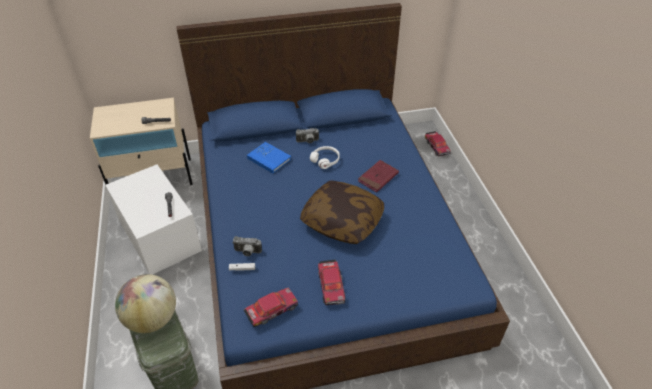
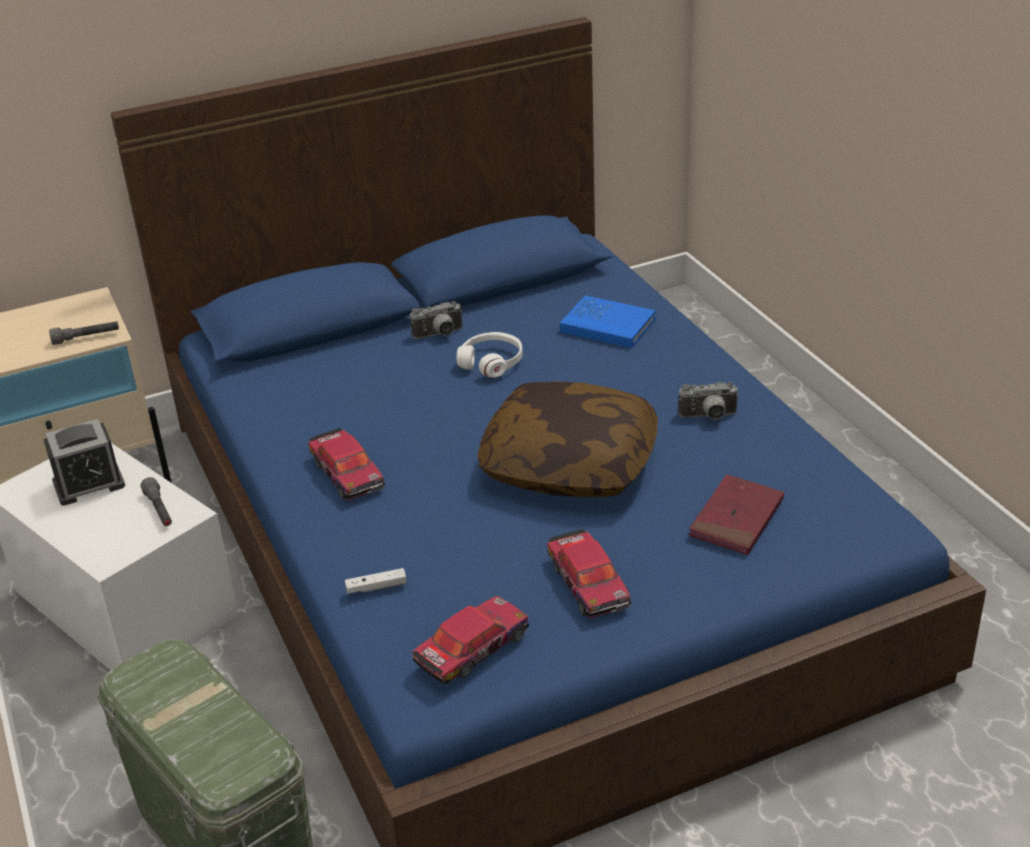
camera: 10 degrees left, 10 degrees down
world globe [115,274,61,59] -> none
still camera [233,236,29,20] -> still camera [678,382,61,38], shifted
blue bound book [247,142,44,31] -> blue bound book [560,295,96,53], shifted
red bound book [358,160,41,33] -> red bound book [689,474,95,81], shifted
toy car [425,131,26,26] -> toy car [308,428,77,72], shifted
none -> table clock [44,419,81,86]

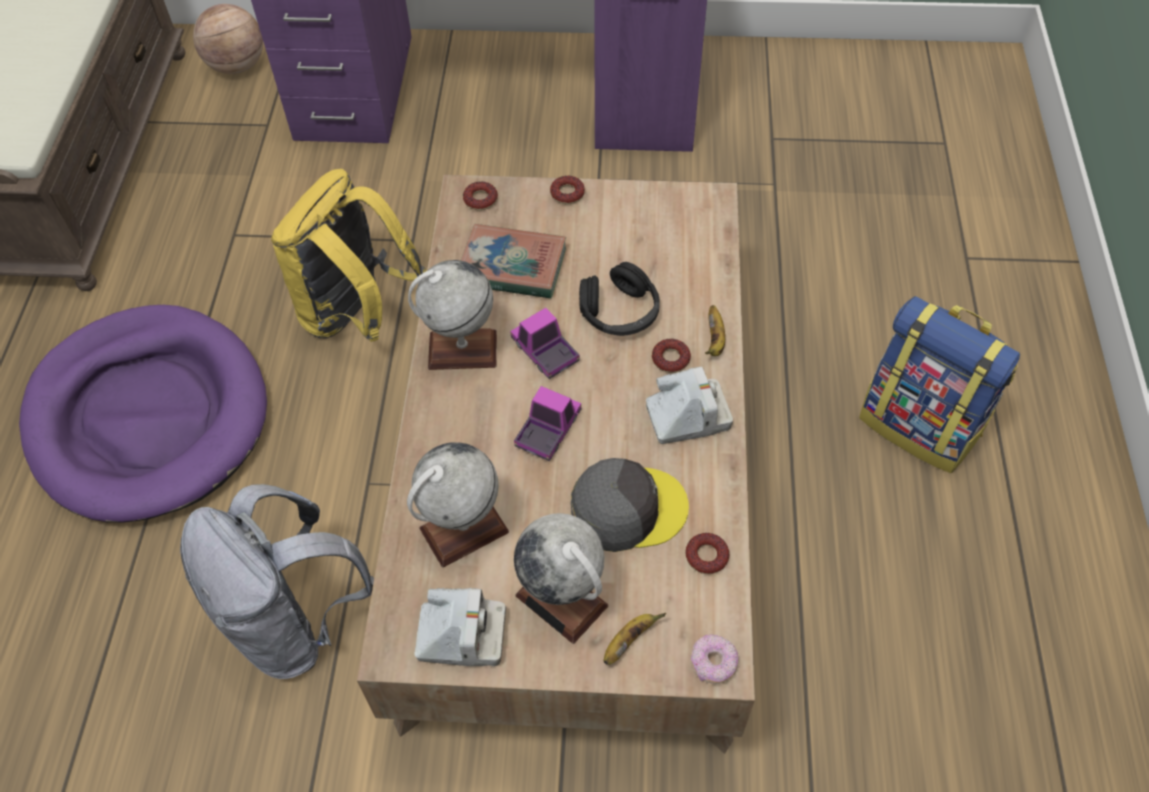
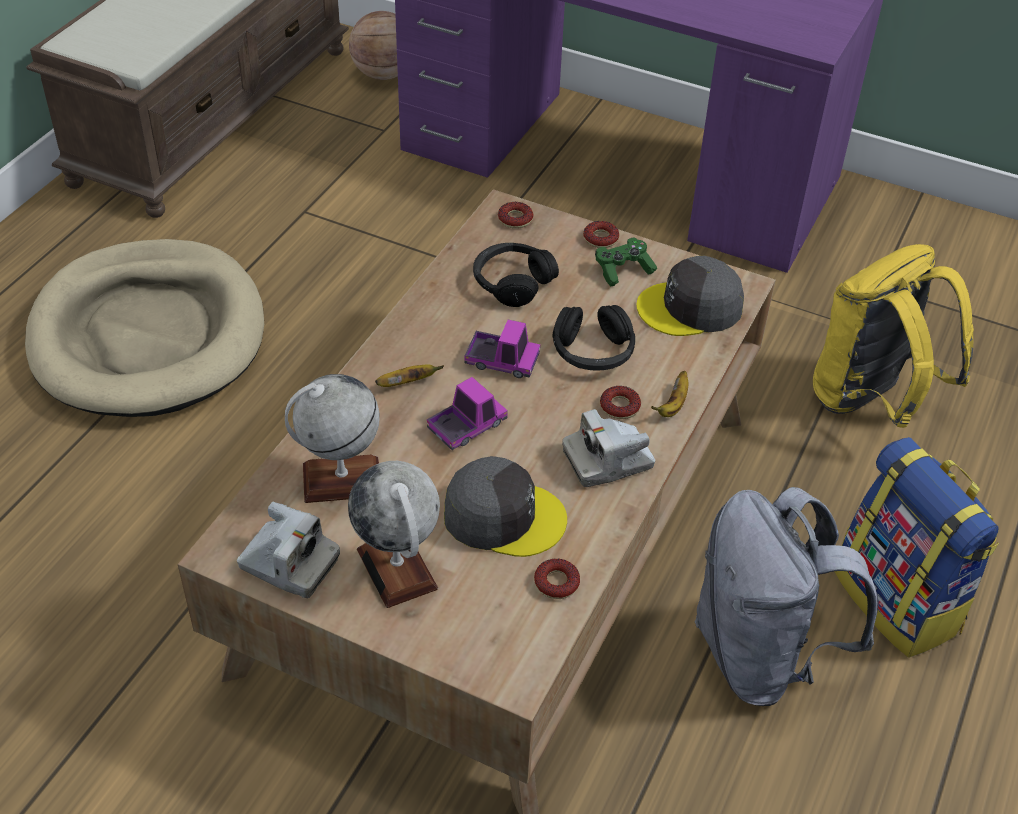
camera: 20 degrees right, 10 degrees down
purple-coloured dog bed [19,305,248,218] -> beige dog bed [25,239,239,178]
grey knapsack [180,484,194,195] -> grey knapsack [695,487,183,219], shifted
yellowish knapsack [271,169,156,173] -> yellowish knapsack [813,244,161,184], shifted
world globe [408,260,89,110] -> none
bound book [461,224,105,75] -> black-coloured headphones [473,243,86,64]
toy truck [510,308,70,71] -> toy truck [465,320,75,58], 120 degrees clockwise
banana fruit [604,613,62,52] -> banana fruit [375,364,69,23], shifted
still camera [646,367,87,77] -> still camera [562,409,94,78], 150 degrees clockwise
doughnut [690,634,48,50] -> none
none -> green joypad [595,237,62,50]
none -> grey peaked cap [636,256,108,80]

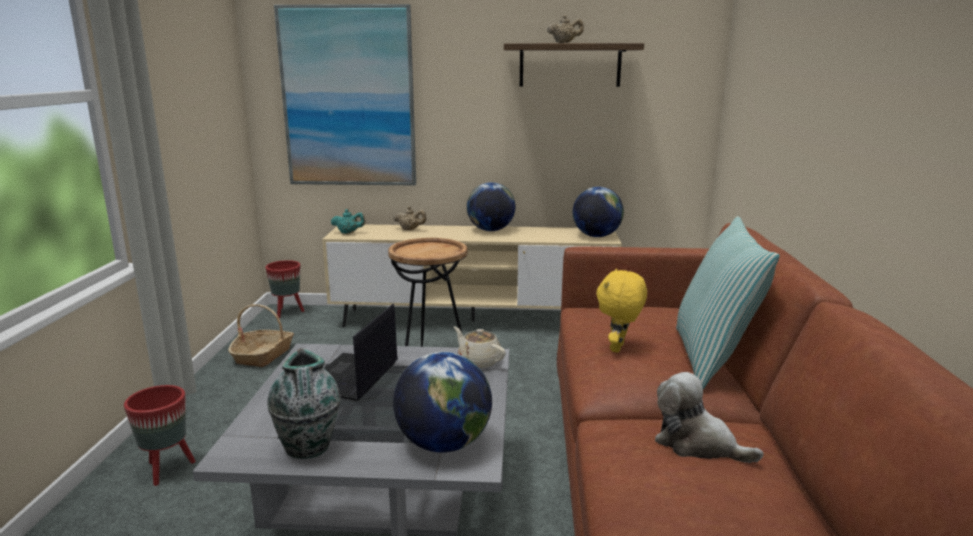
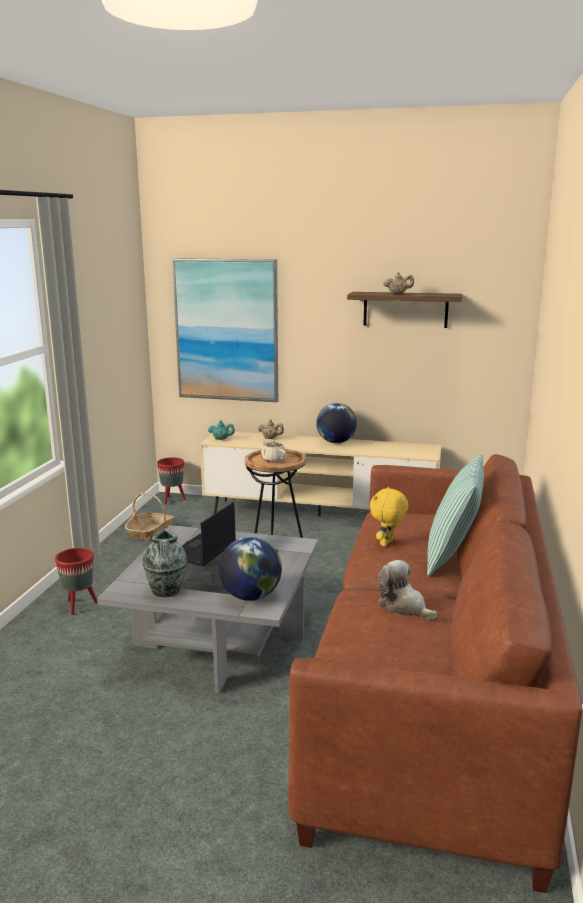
camera: 10 degrees right, 0 degrees up
beige pot for tea [453,327,53,41] -> beige pot for tea [261,440,26,23], shifted
world globe [573,187,51,50] -> none

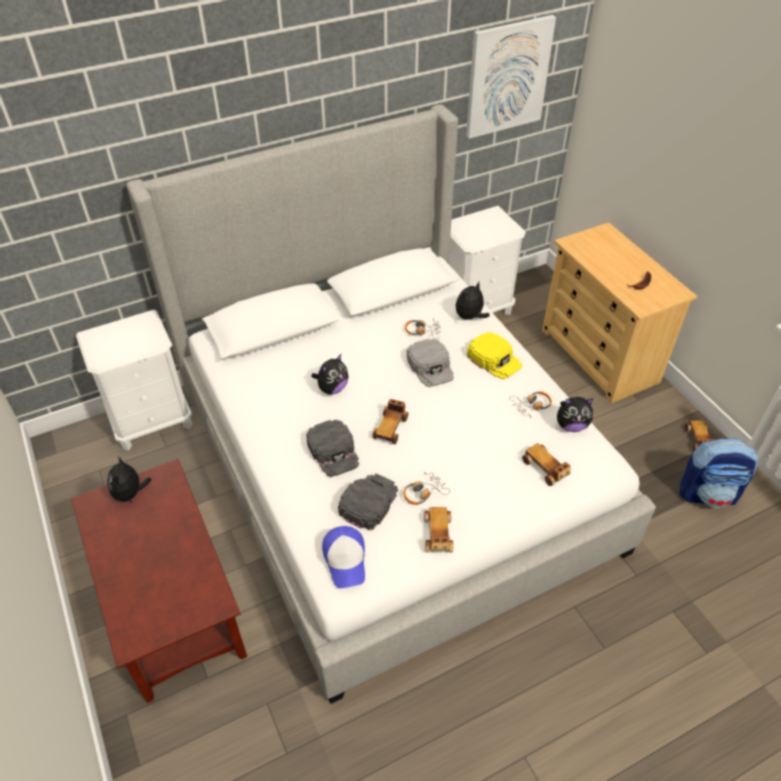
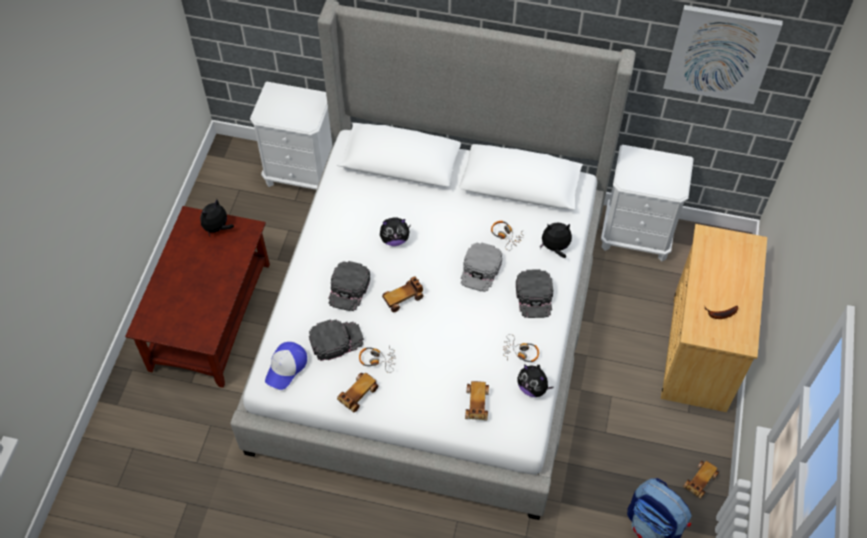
camera: 40 degrees right, 10 degrees up
yellowish peaked cap [467,332,55,47] -> black-coloured peaked cap [516,269,37,49]

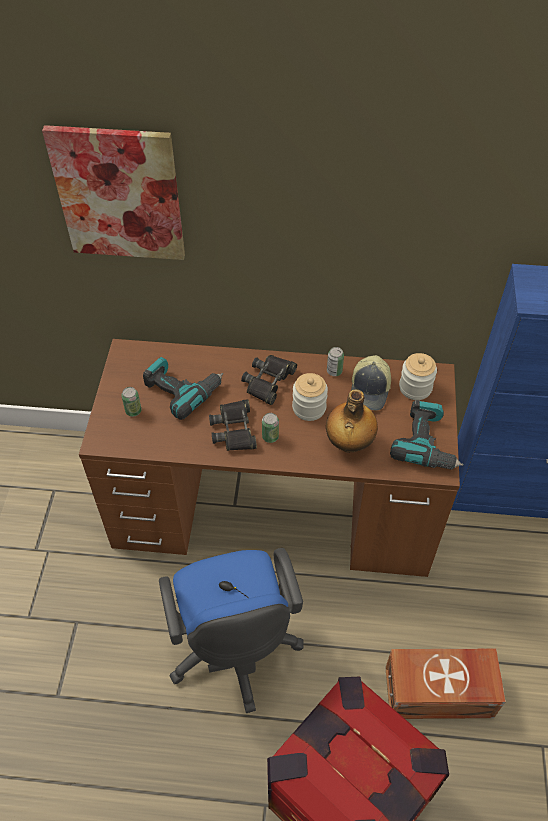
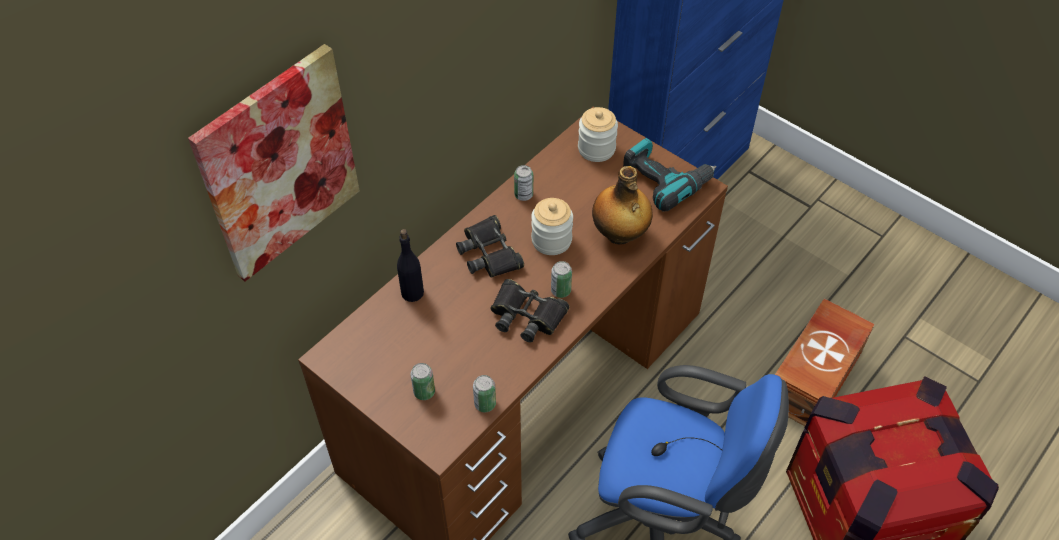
camera: 55 degrees left, 0 degrees up
electric drill [143,357,80,63] -> none
peaked cap [351,355,40,55] -> none
none -> black-coloured bottle [397,229,27,73]
none -> sealed can [473,375,23,37]

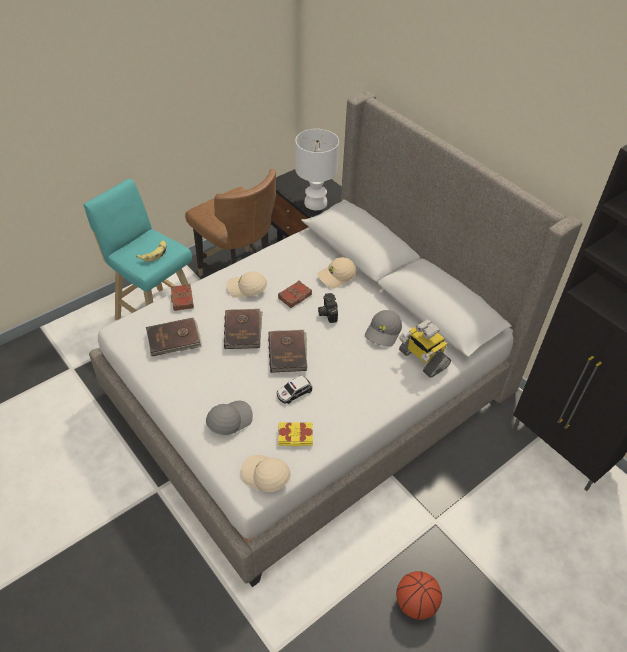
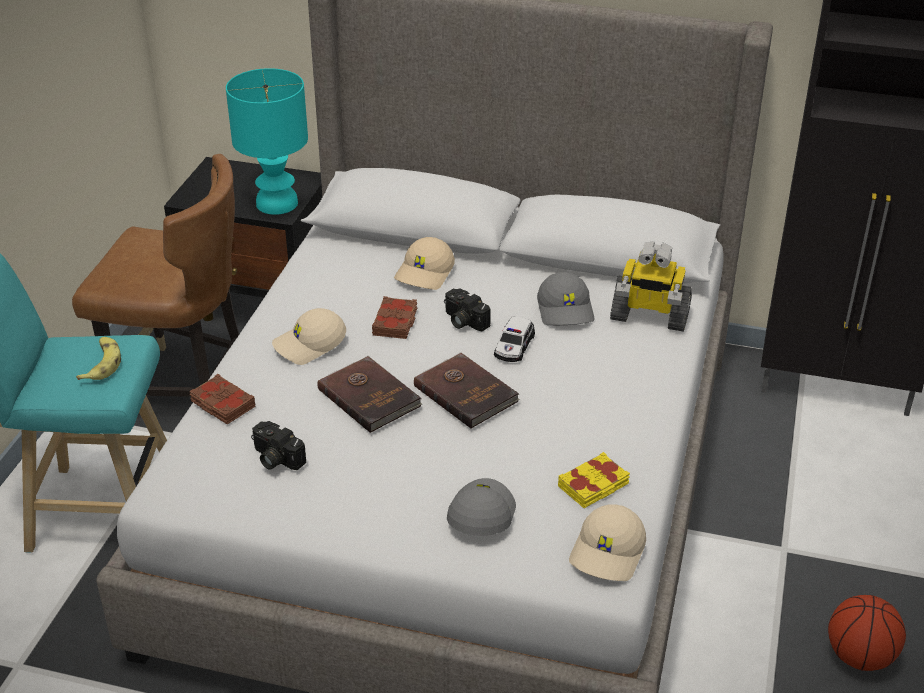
camera: 35 degrees left, 10 degrees down
brownish bound book [146,318,56,38] -> still camera [251,421,55,49]
beige peaked cap [241,455,50,37] -> beige peaked cap [569,504,77,77], 60 degrees counterclockwise
toy car [277,375,35,29] -> toy car [494,316,41,46], shifted
whitish tabletop lamp [295,129,44,81] -> blue-green tabletop lamp [226,68,82,147]

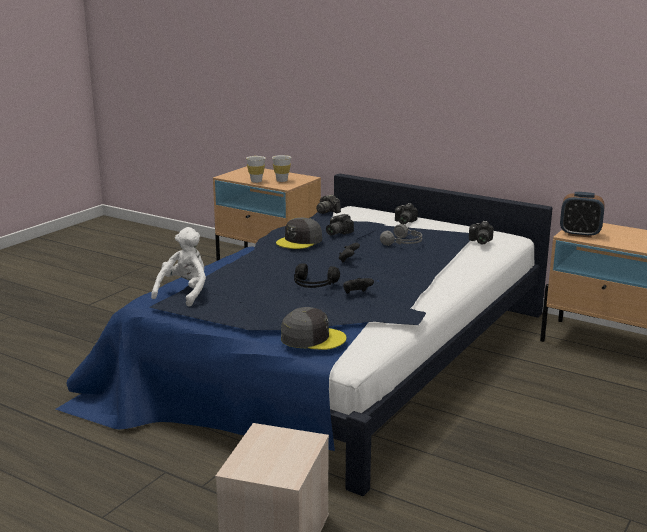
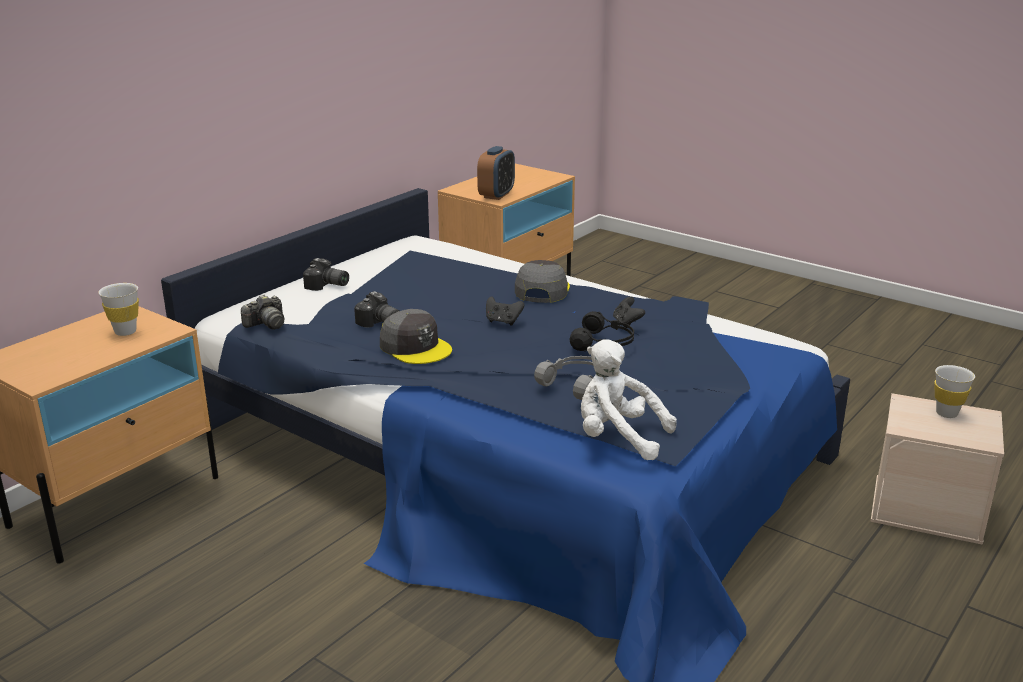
camera: 85 degrees left, 5 degrees up
whitish small cup [246,156,19,27] -> whitish small cup [934,365,41,53], shifted
grey peaked cap [281,307,66,43] -> grey peaked cap [515,260,55,43], shifted
grey headphones [380,224,42,22] -> grey headphones [534,356,60,44], shifted
still camera [469,221,25,24] -> none

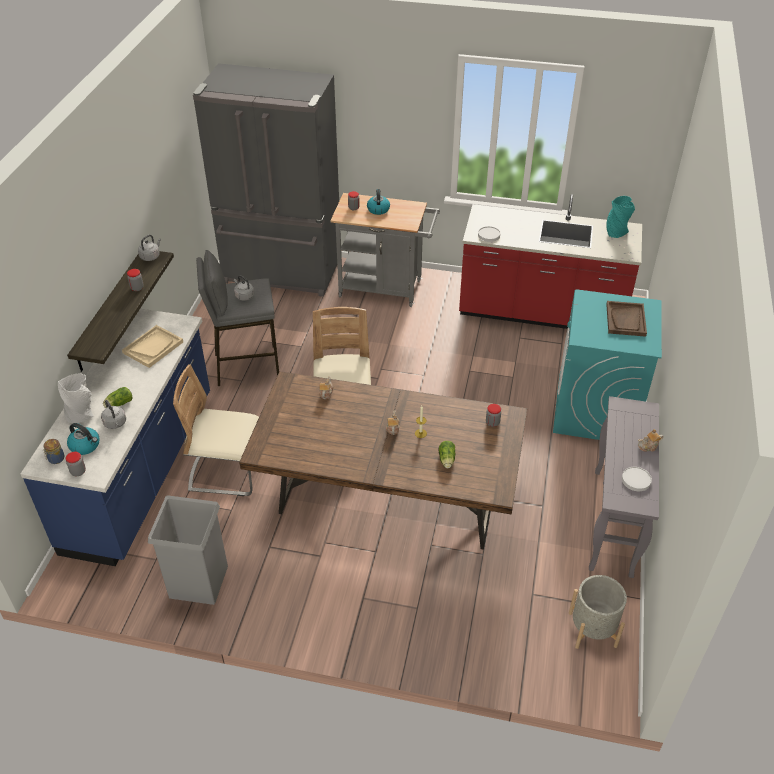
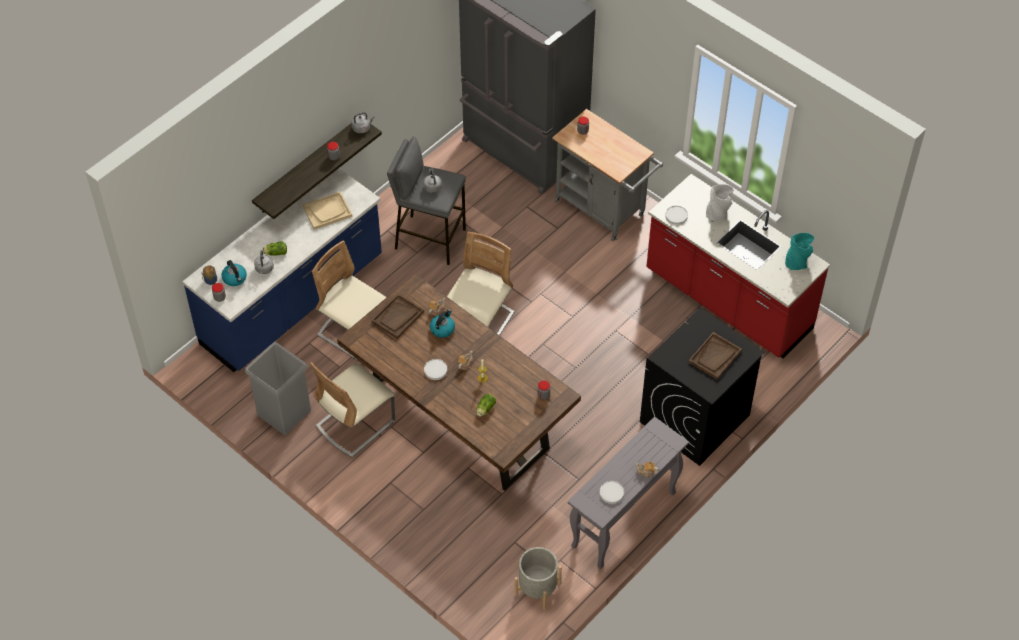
camera: 30 degrees right, 10 degrees up
grey vase [58,373,36,51] -> grey vase [706,184,28,37], shifted
kettle [367,189,23,26] -> kettle [430,309,25,29], shifted
blue-green laundry appliance [553,289,109,151] -> black-coloured laundry appliance [640,308,125,158]
none -> beige upright chair [310,362,85,95]
none -> brownish carrying tray [371,293,53,46]
none -> whitish dinner plate [424,359,23,21]

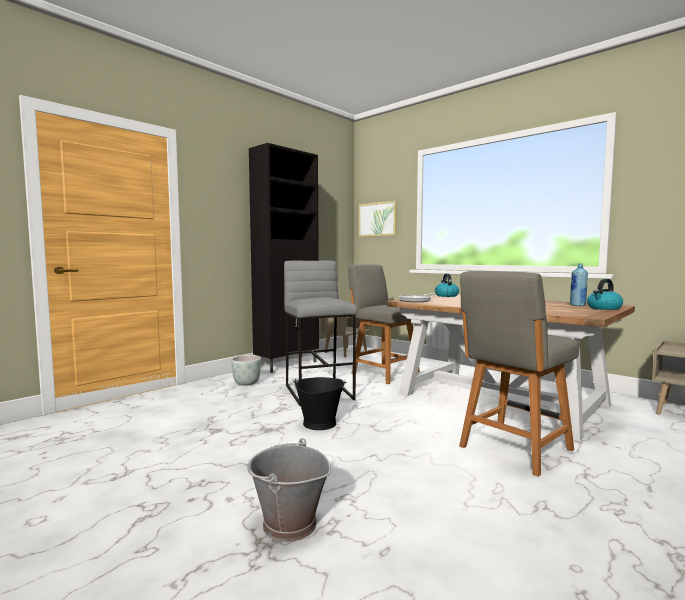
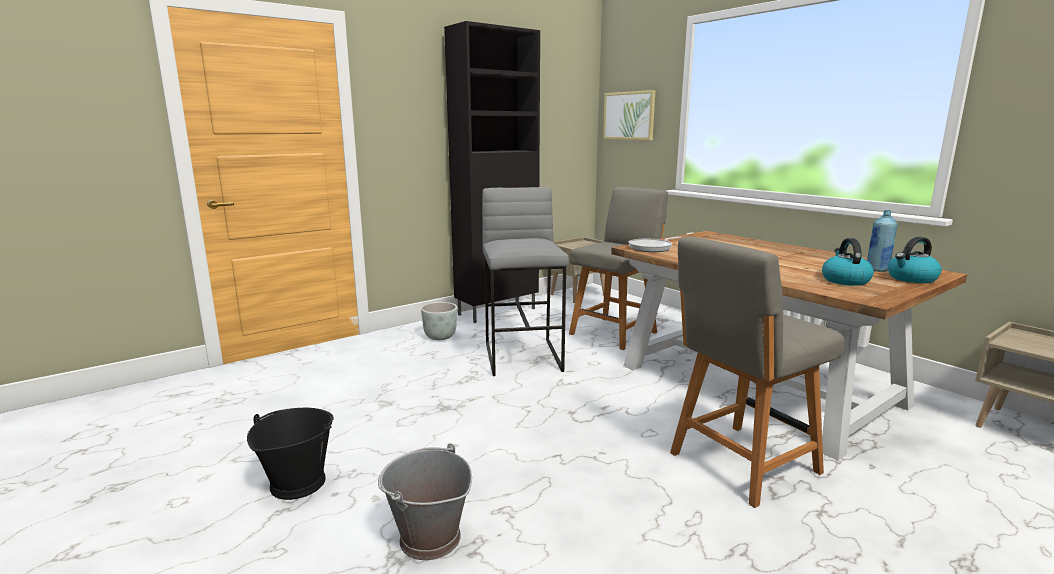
camera: 10 degrees right, 10 degrees up
black-coloured pail [293,377,53,53] -> black-coloured pail [247,408,87,92], shifted
grey upright chair [348,264,72,120] -> grey upright chair [569,187,99,163], 75 degrees clockwise
kettle [435,274,24,23] -> kettle [822,238,52,48], shifted

